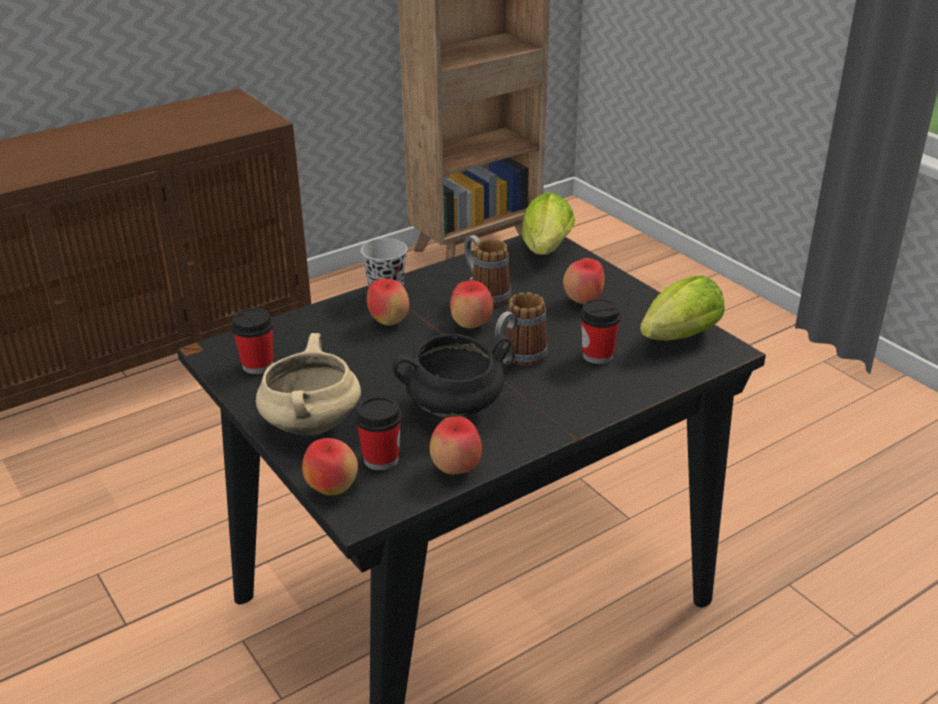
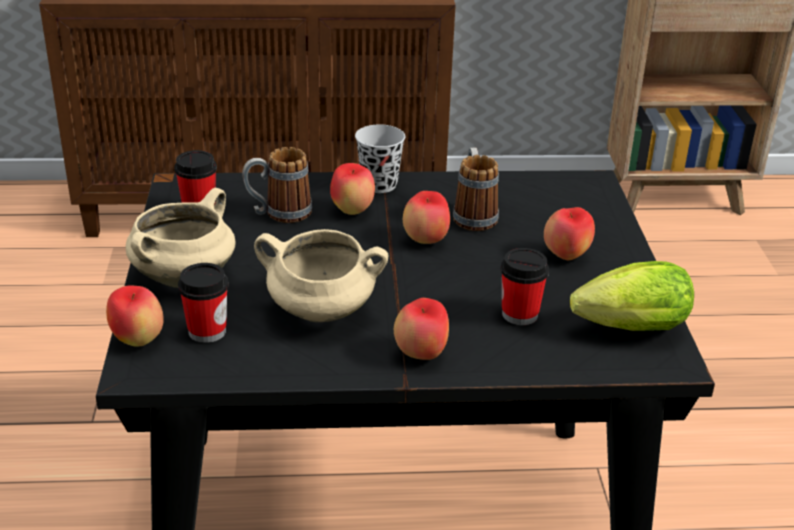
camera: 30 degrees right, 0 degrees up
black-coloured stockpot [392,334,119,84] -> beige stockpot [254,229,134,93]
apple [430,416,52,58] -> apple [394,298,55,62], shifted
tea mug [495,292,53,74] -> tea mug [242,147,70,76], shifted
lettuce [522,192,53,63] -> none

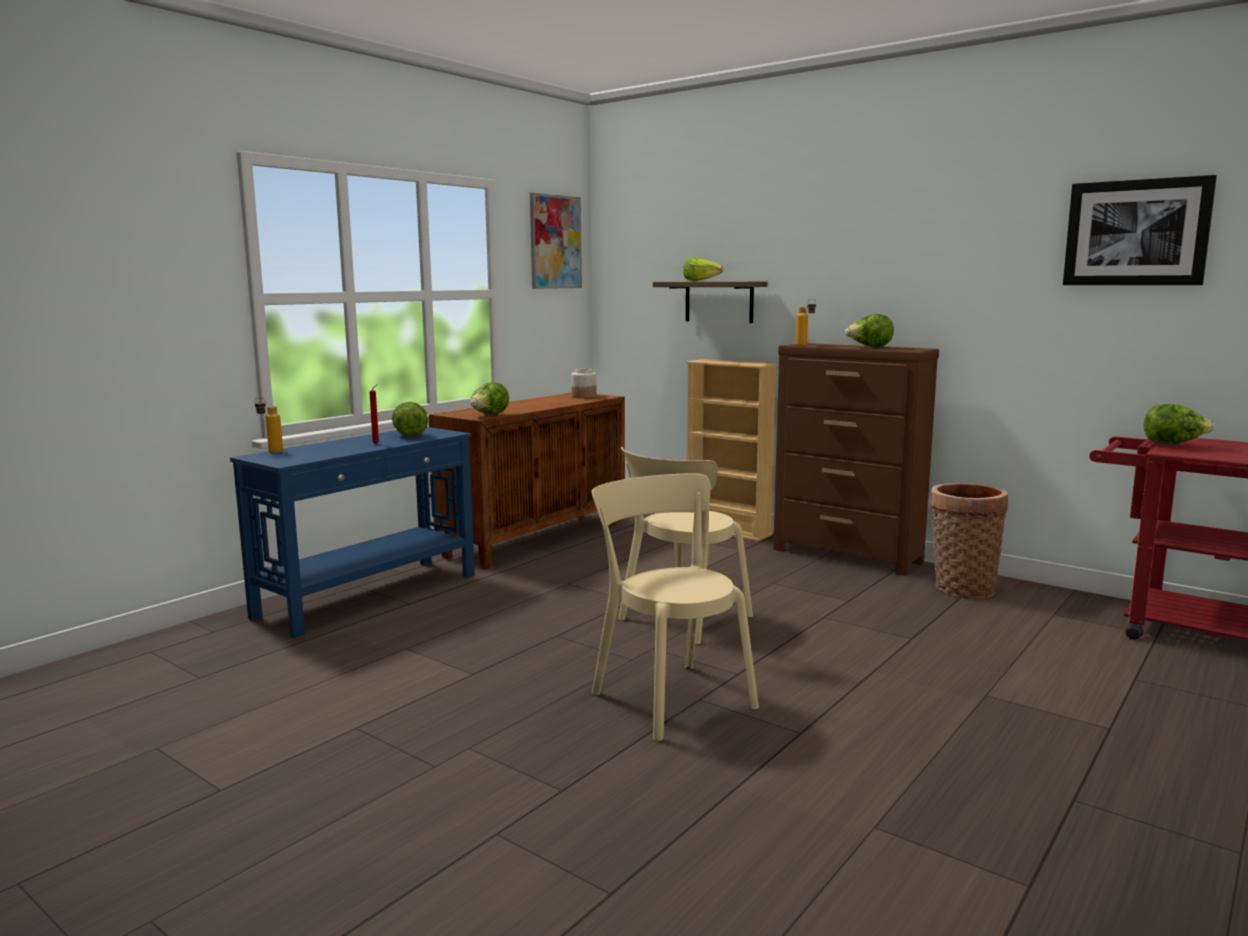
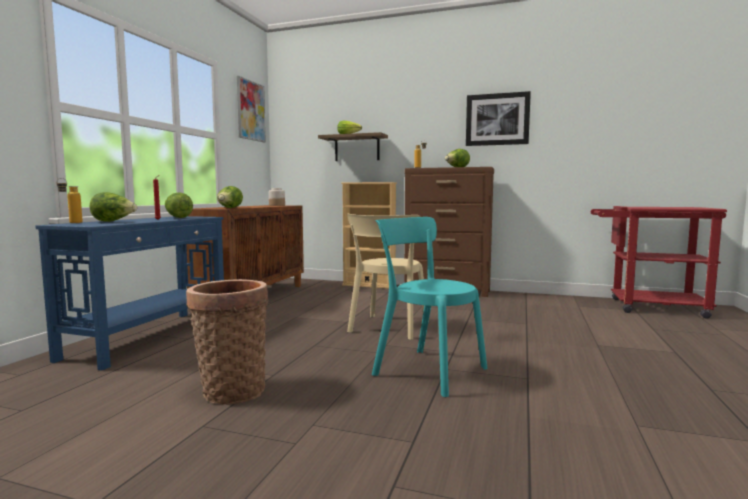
camera: 20 degrees left, 5 degrees down
beige upright chair [592,474,167,267] -> blue-green upright chair [372,217,115,180]
basket [930,483,78,116] -> basket [186,279,83,125], shifted
wall art [1063,175,154,110] -> wall art [466,91,65,55], shifted
lettuce [1144,404,70,41] -> lettuce [90,192,47,30], shifted

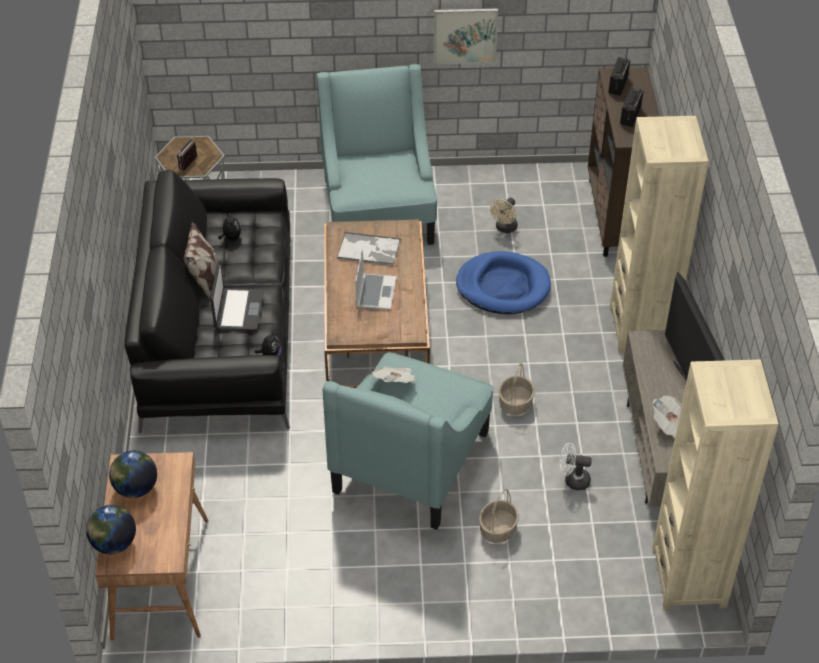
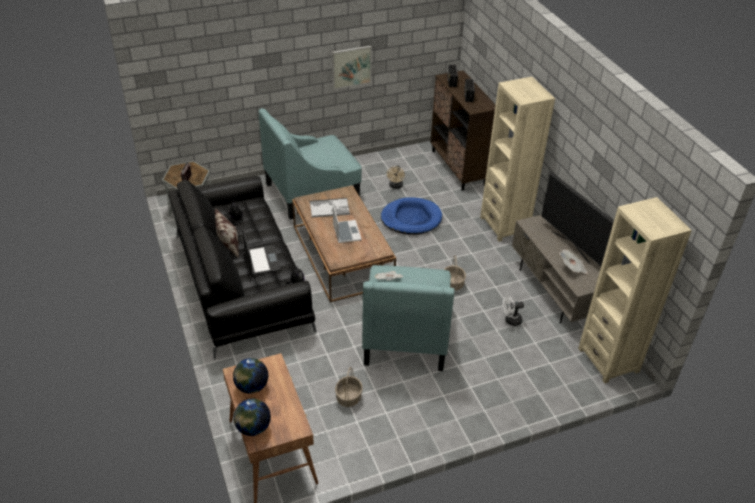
camera: 20 degrees left, 5 degrees down
blue-green lounge chair [317,64,120,181] -> blue-green lounge chair [258,108,104,112], 90 degrees counterclockwise
basket [479,489,40,54] -> basket [335,367,28,40], shifted

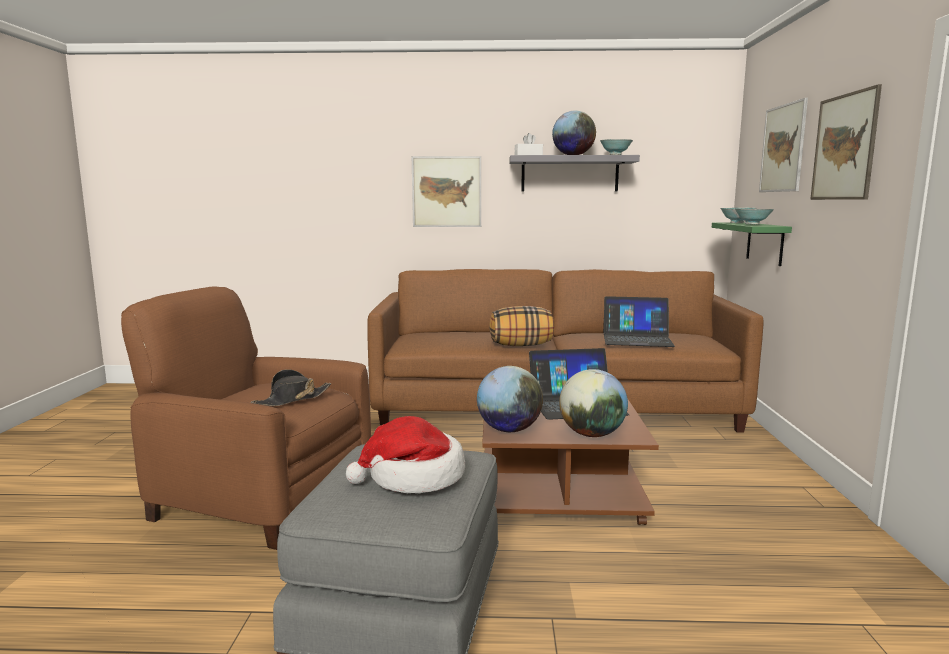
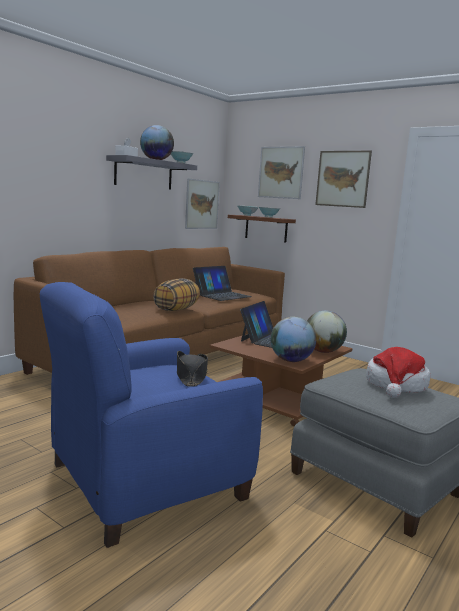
camera: 55 degrees left, 0 degrees up
brownish lounge chair [121,286,250,264] -> blue lounge chair [40,282,223,266]
wall art [412,156,69,71] -> wall art [185,178,35,51], shifted
green shelf [712,222,80,44] -> brownish shelf [228,215,68,28]

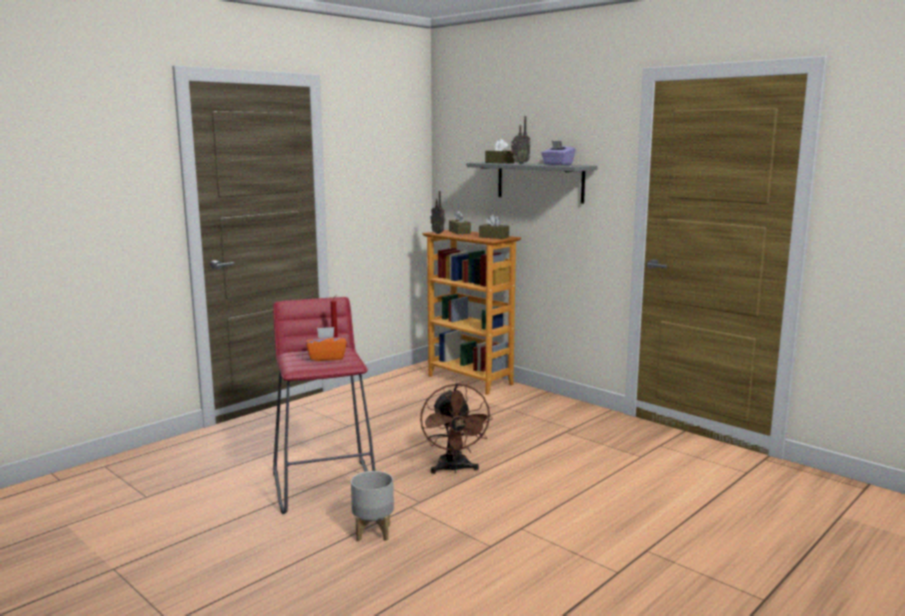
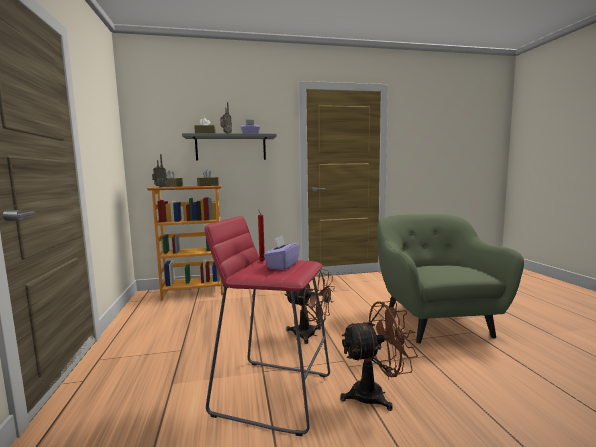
camera: 55 degrees left, 5 degrees down
orangey box of tissues [306,327,41,34] -> purple-coloured box of tissues [264,235,36,35]
grey plant pot [351,471,43,70] -> brownish electric fan [340,301,78,110]
none -> green lounge chair [377,214,147,129]

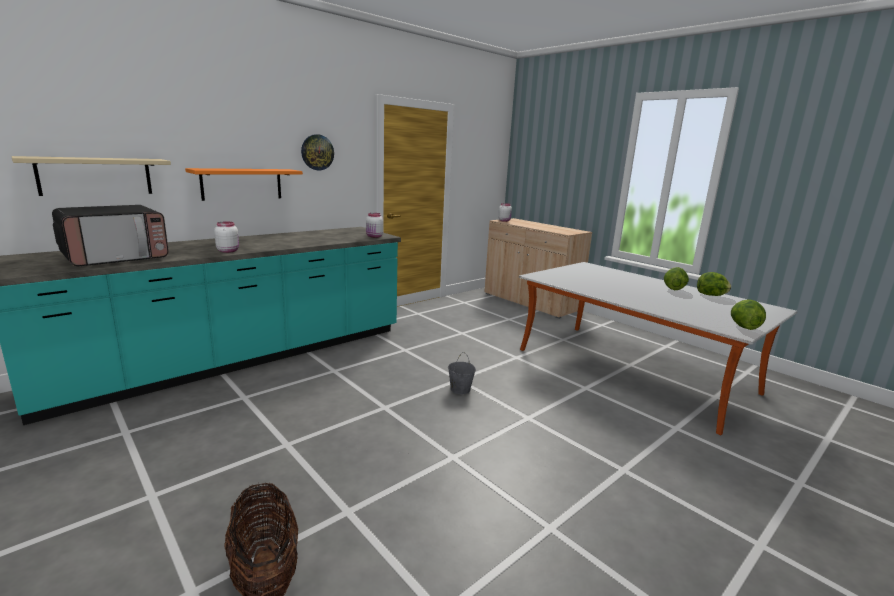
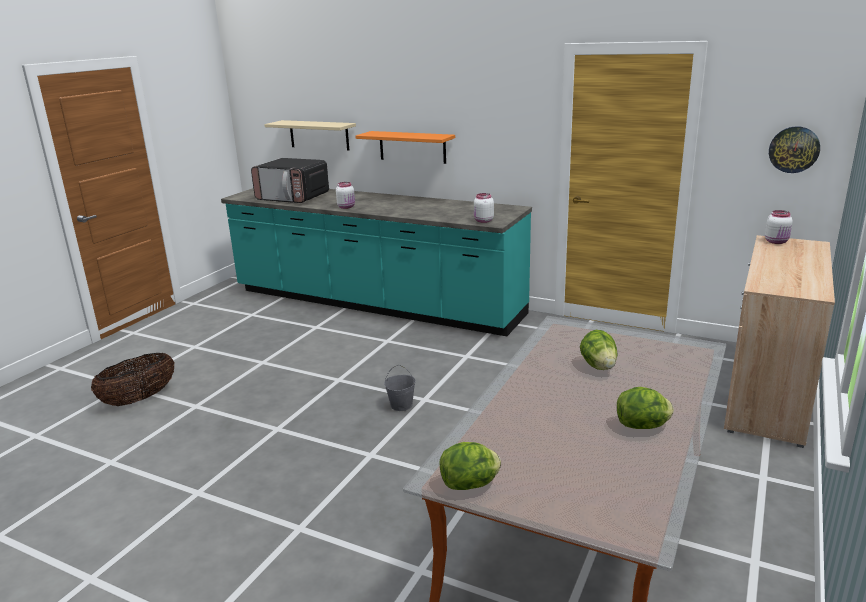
camera: 70 degrees right, 5 degrees up
wall clock [301,134,33,36] -> wall clock [769,126,51,47], shifted
lettuce [697,272,34,24] -> lettuce [580,330,38,40], shifted

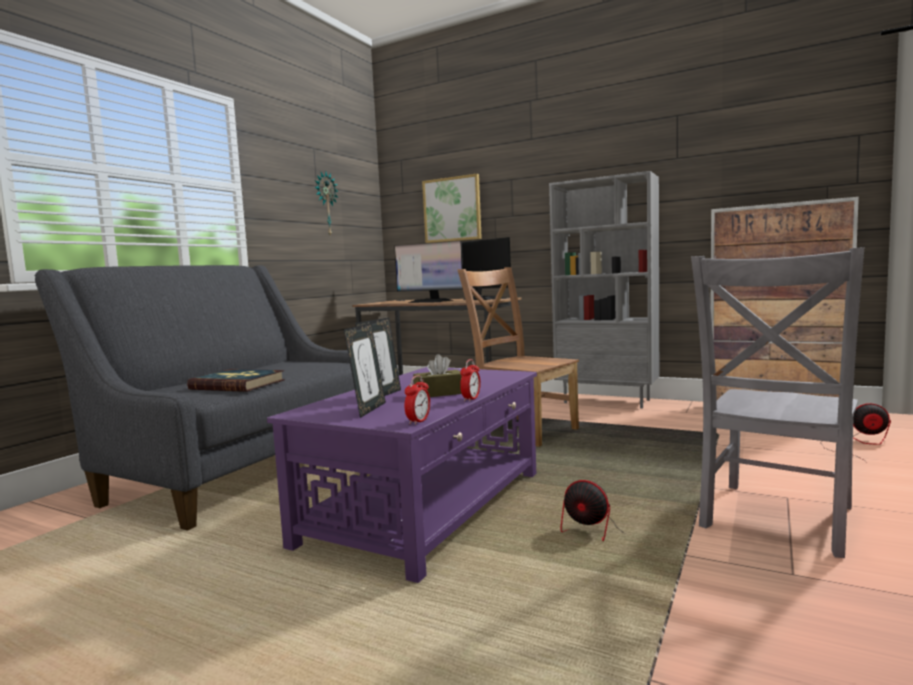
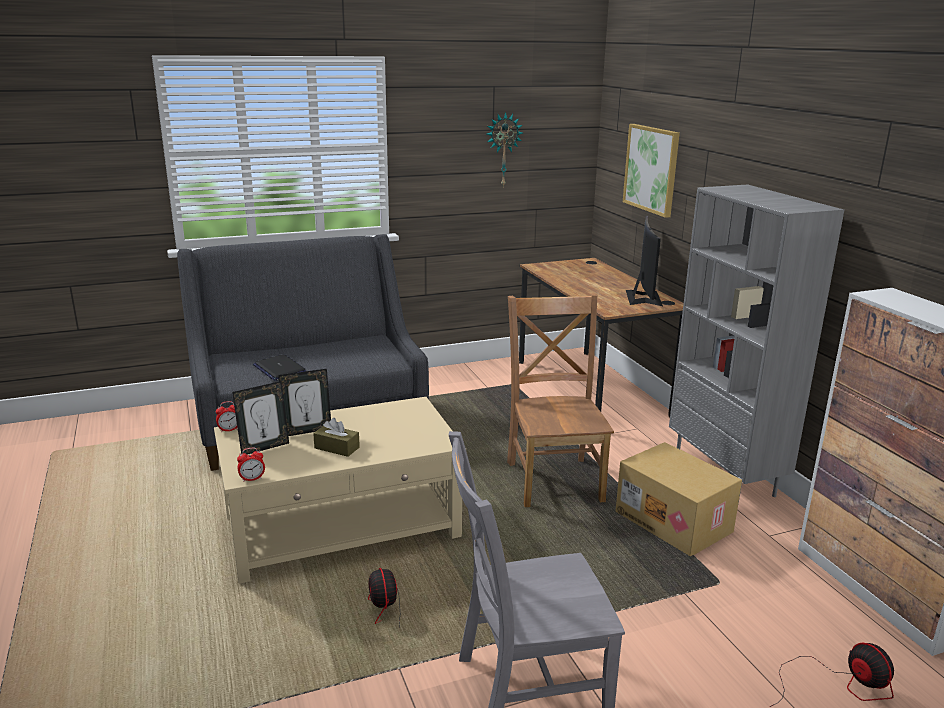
camera: 40 degrees right, 15 degrees up
bound book [187,369,98,23] -> laptop [253,354,53,27]
purple-coloured lounge table [267,367,270,216] -> beige lounge table [214,397,248,187]
computer screen [394,240,69,63] -> none
table clock [460,359,21,43] -> table clock [216,401,22,31], shifted
none -> cardboard box [616,442,126,114]

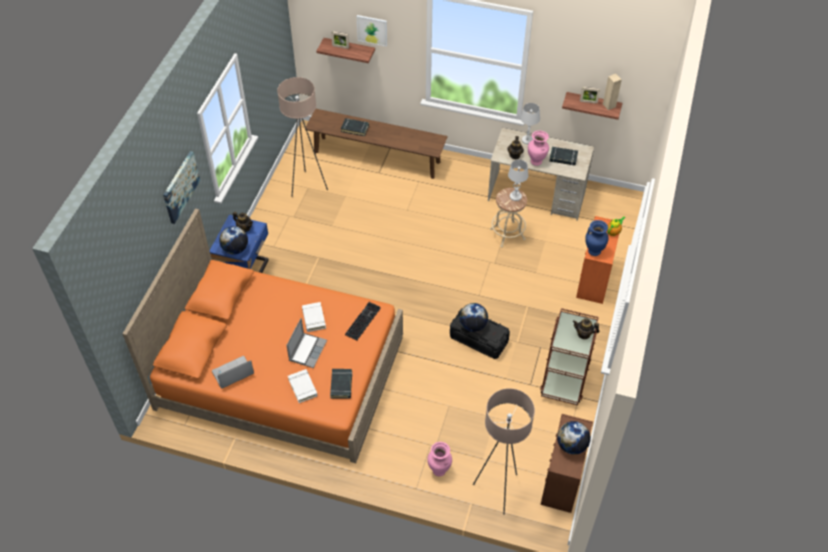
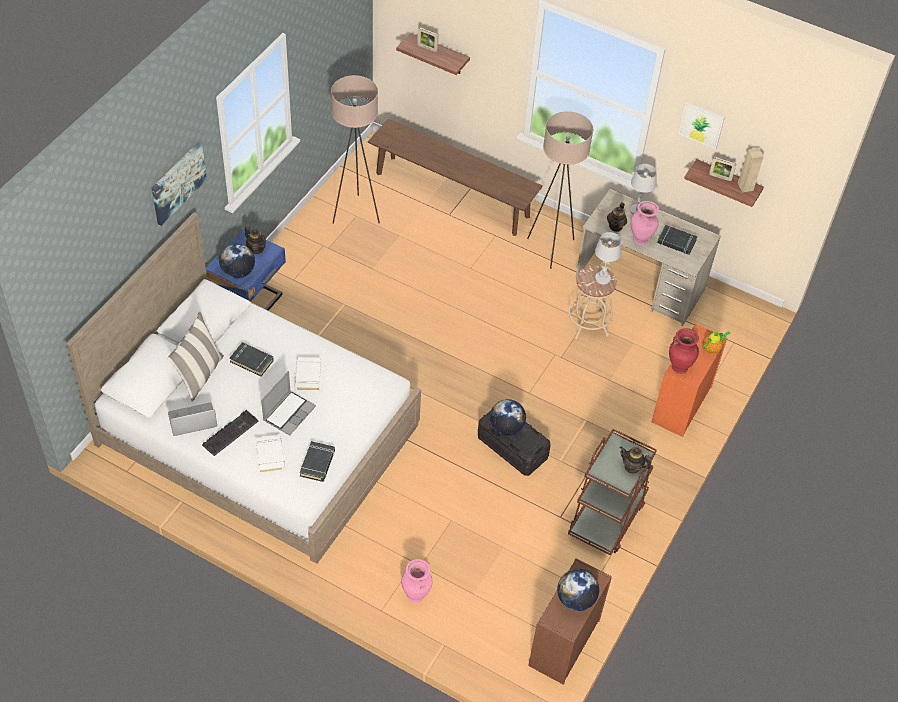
camera: 10 degrees right, 0 degrees up
orangey sleeping bed [123,209,280,254] -> whitish sleeping bed [66,213,355,351]
black-coloured bound book [341,118,28,18] -> black-coloured bound book [230,342,44,34], shifted
computer keyboard [345,302,36,39] -> computer keyboard [202,410,57,46], shifted
wall art [356,15,31,32] -> wall art [678,102,47,47], shifted
beige floor lamp [473,388,62,127] -> beige floor lamp [527,111,66,158], shifted
blue vase [585,220,24,36] -> red vase [669,328,30,46]
none -> throw pillow [167,312,57,90]

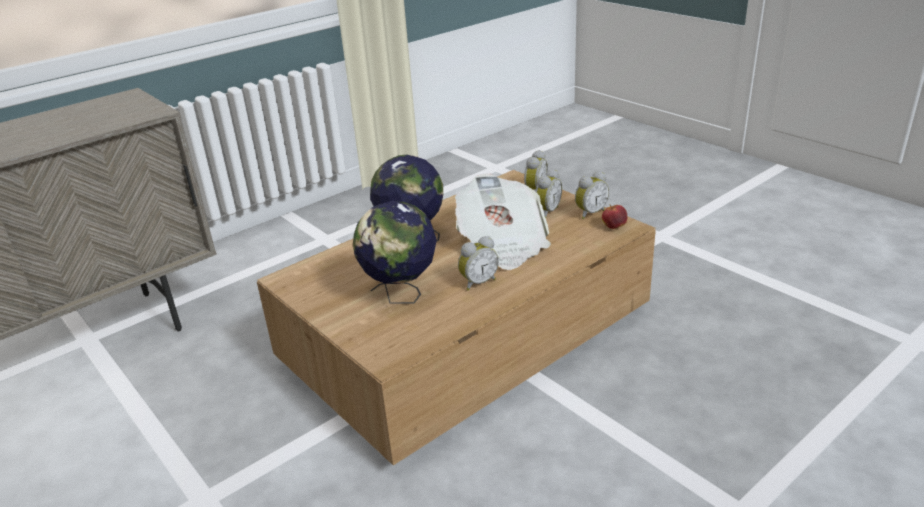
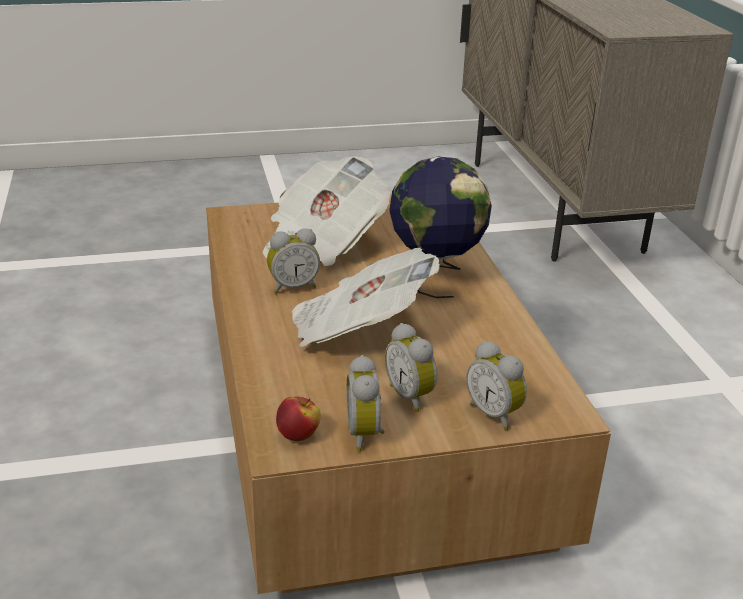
camera: 115 degrees right, 0 degrees up
world globe [353,201,84,103] -> daily paper [263,156,127,110]
table clock [458,236,41,55] -> table clock [267,228,53,66], 105 degrees counterclockwise

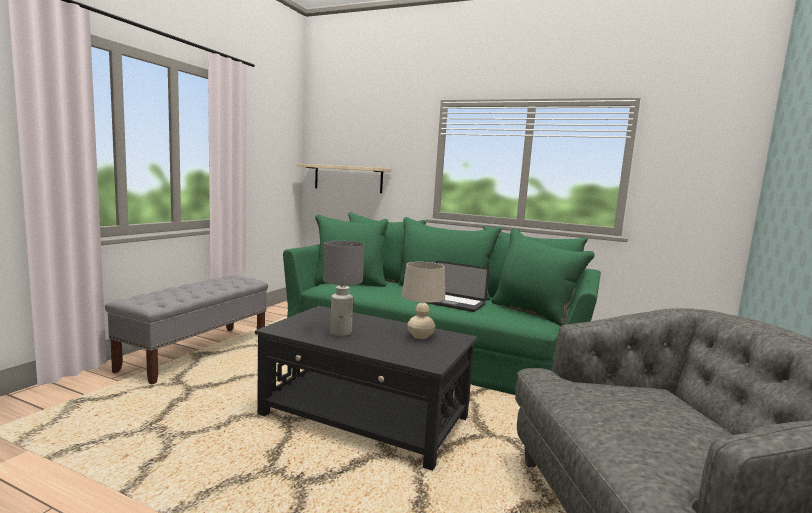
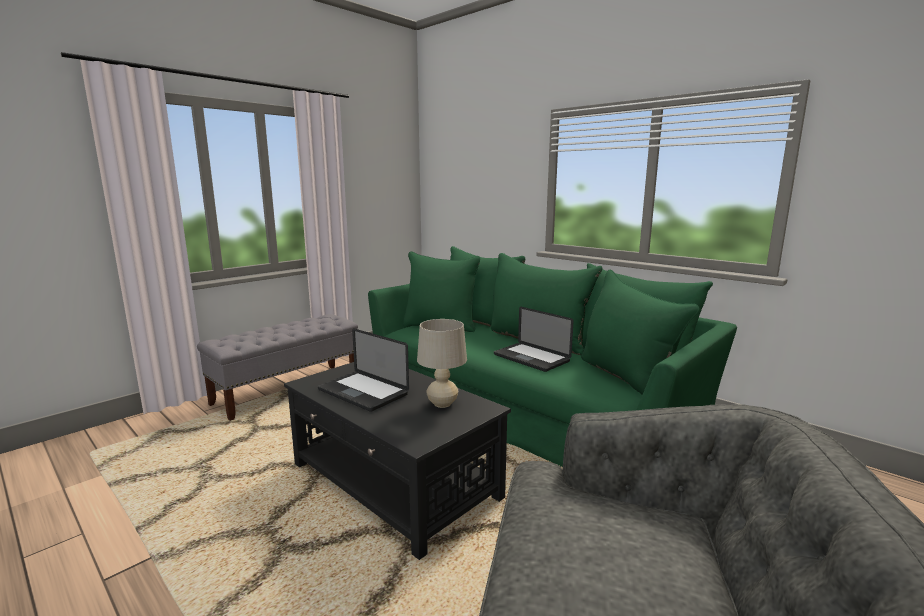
camera: 20 degrees right, 5 degrees up
beige shelf [297,163,95,30] -> none
grey tabletop lamp [323,241,42,95] -> laptop [318,328,91,84]

